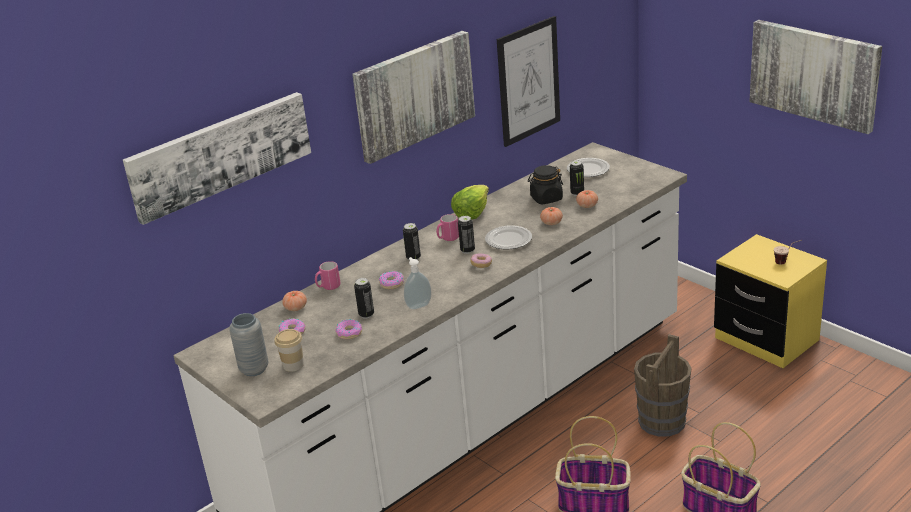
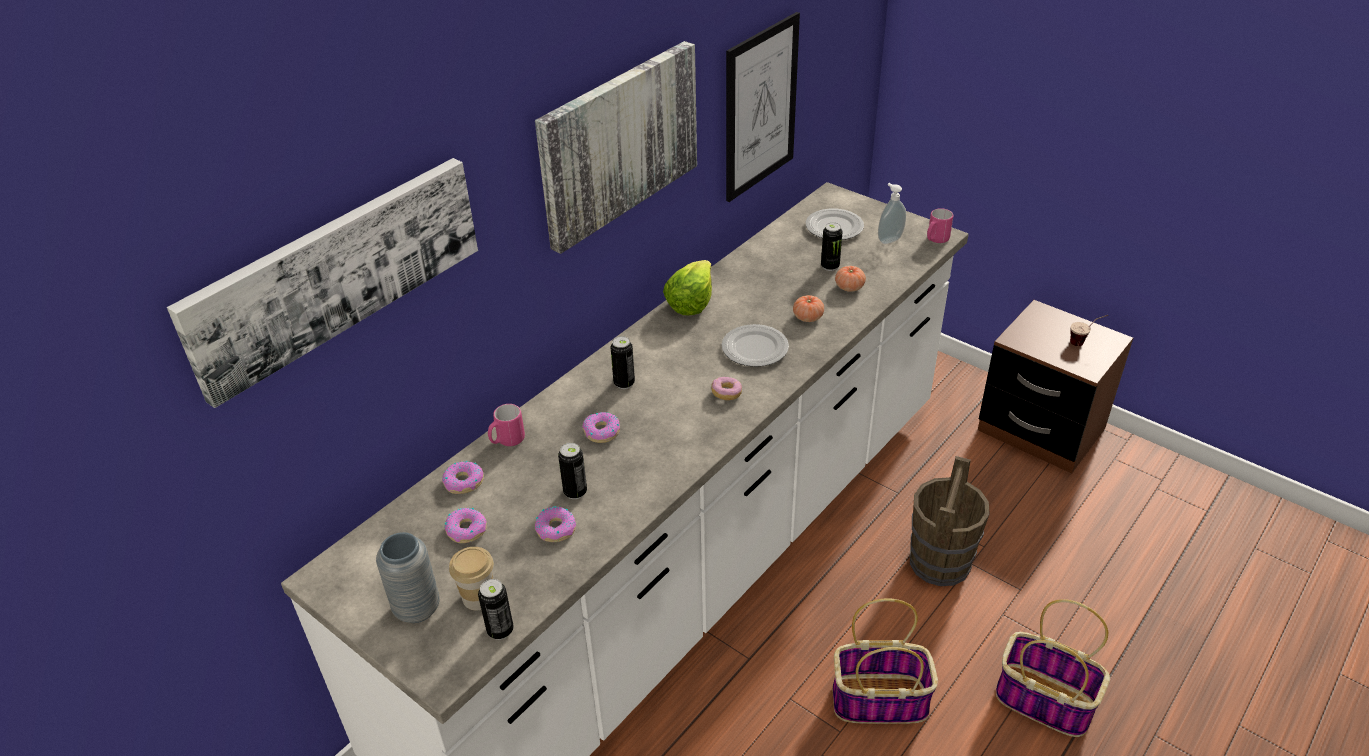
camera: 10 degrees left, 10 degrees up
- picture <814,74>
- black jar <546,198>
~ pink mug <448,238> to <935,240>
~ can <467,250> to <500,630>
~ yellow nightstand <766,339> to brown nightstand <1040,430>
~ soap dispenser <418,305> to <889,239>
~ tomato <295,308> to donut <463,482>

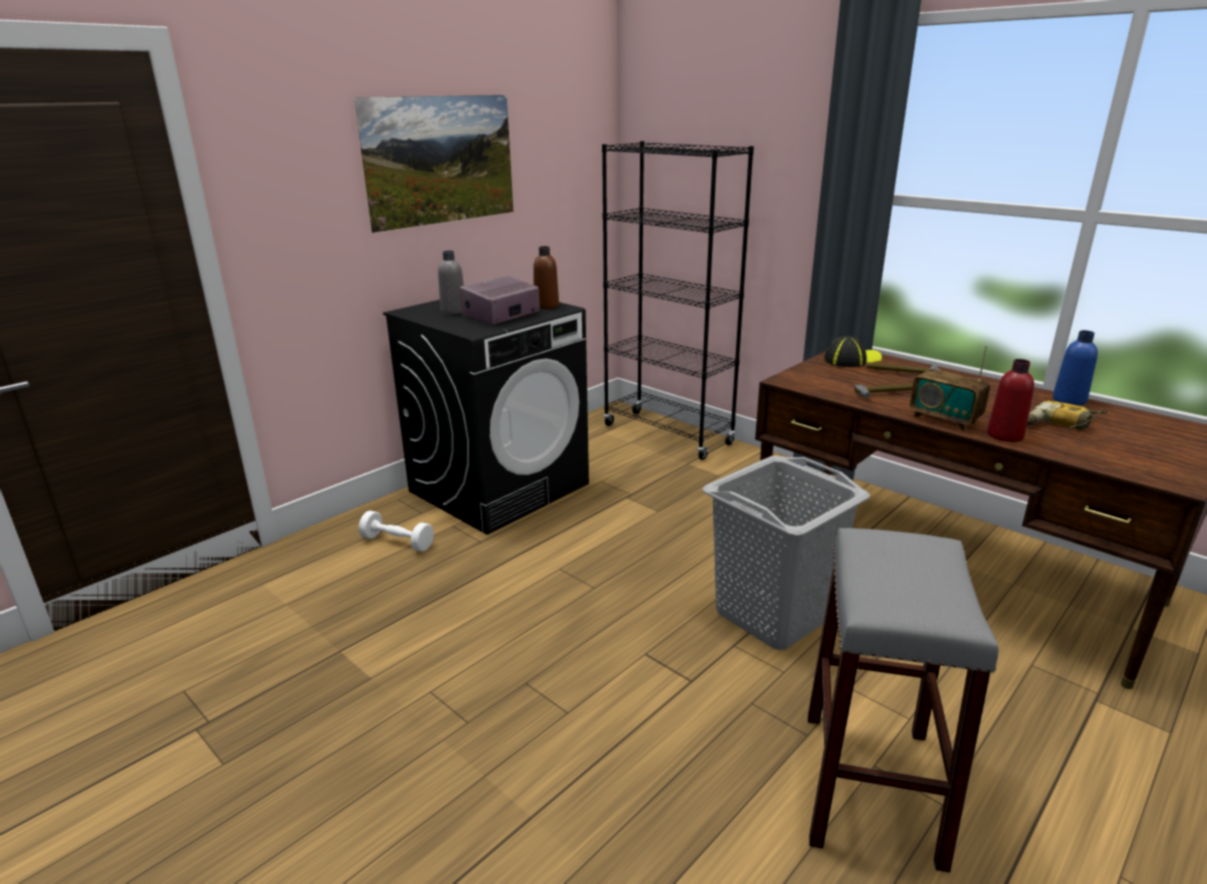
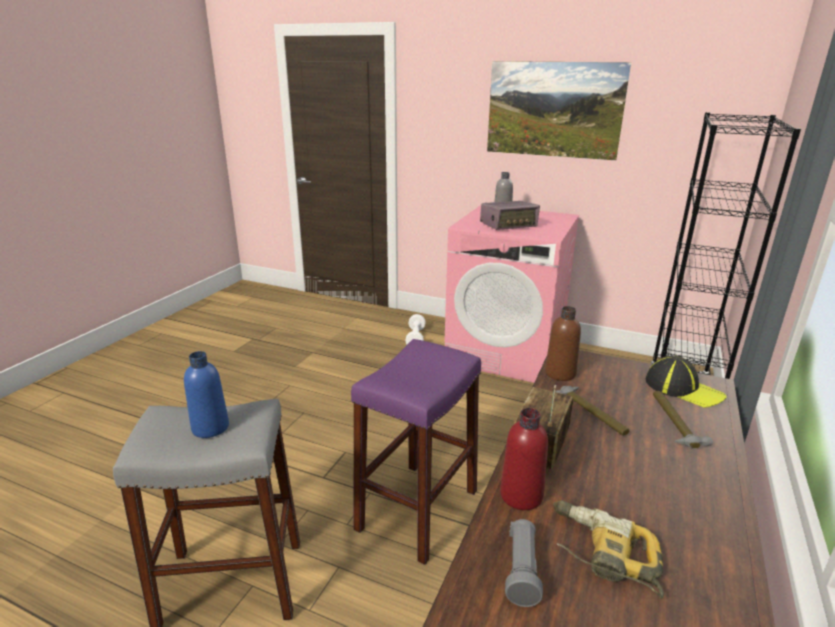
camera: 70 degrees right, 0 degrees up
~ brown bottle <546,306> to <560,373>
~ radio <500,315> = <508,225> 135 degrees clockwise
~ black washing machine <500,487> to pink washing machine <506,352>
~ blue bottle <1069,400> to <210,427>
~ grey laundry basket <771,615> to purple stool <418,509>
+ grey flashlight <522,570>

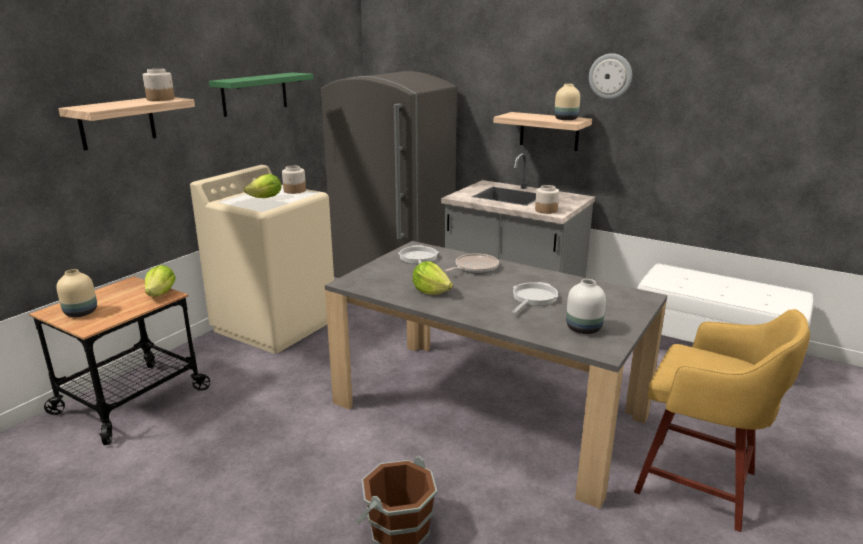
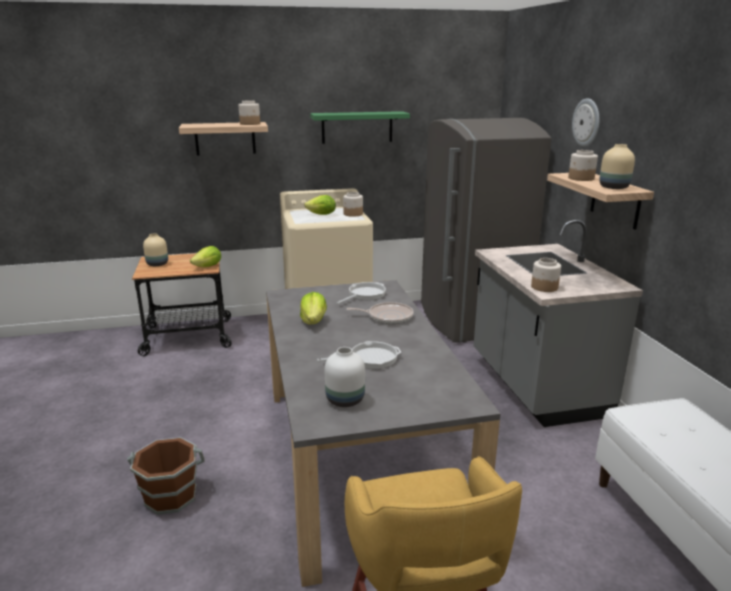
camera: 45 degrees right, 0 degrees up
~ wall clock <610,76> to <586,122>
+ jar <581,178>

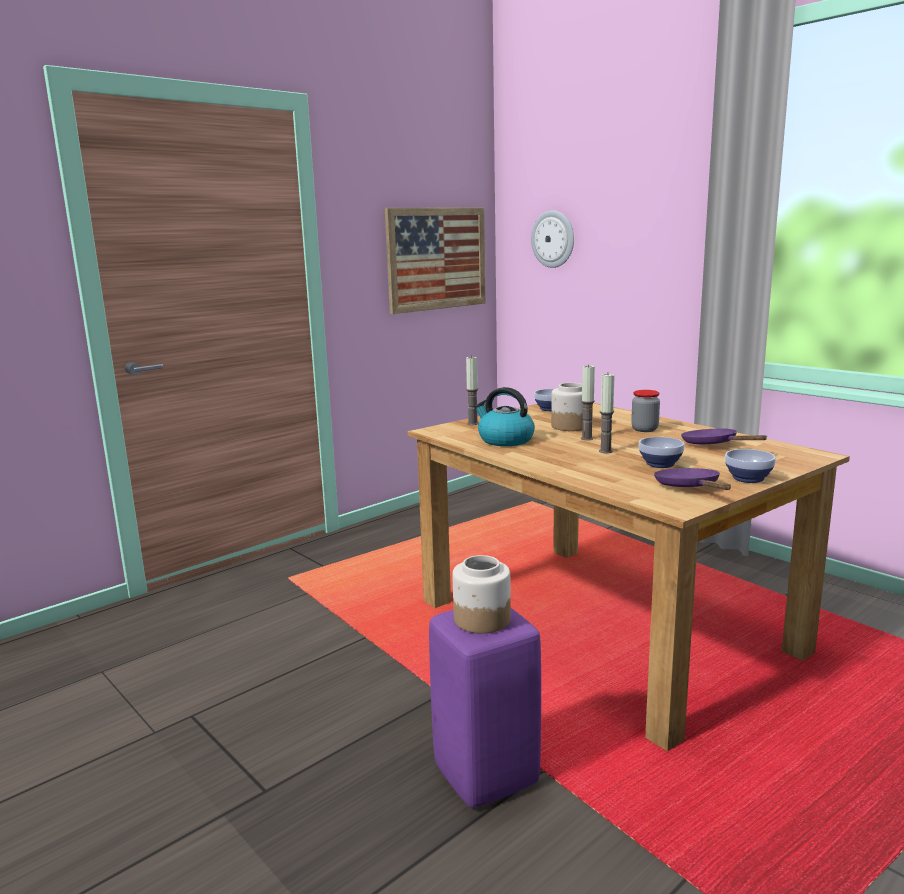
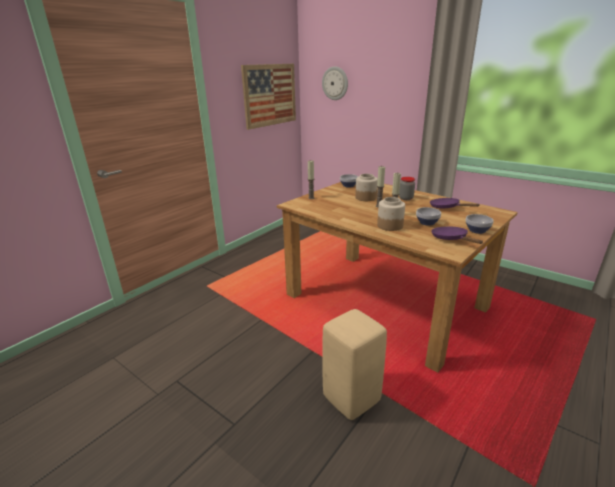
camera: 10 degrees left, 10 degrees up
- kettle <504,440>
~ jar <481,619> to <389,226>
~ purple stool <484,775> to beige stool <350,398>

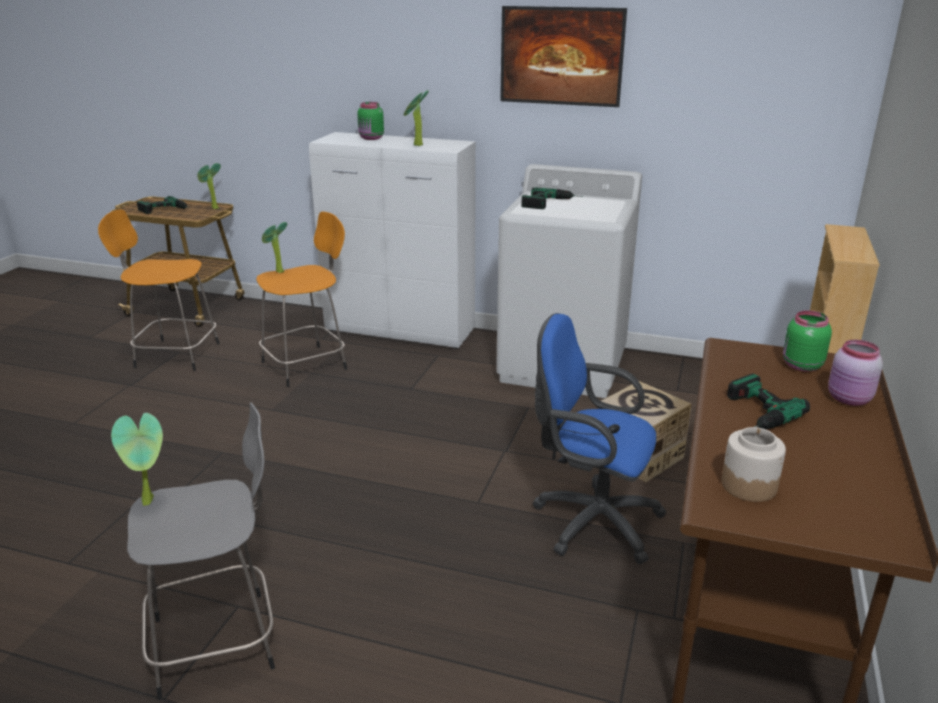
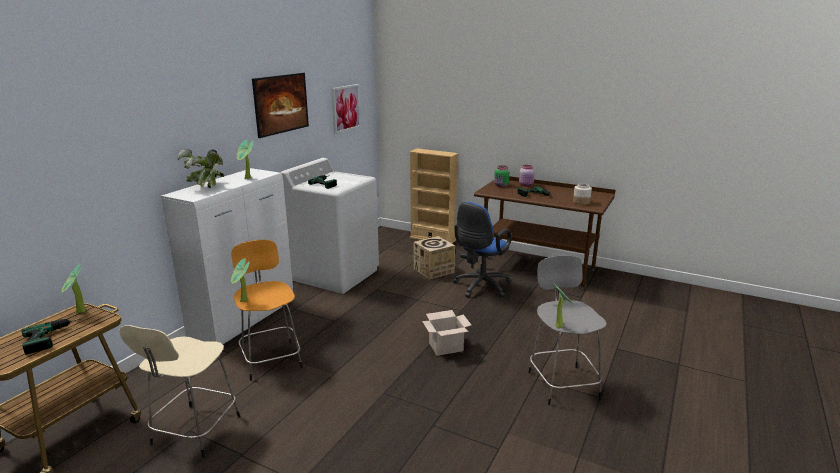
camera: 80 degrees left, 5 degrees down
~ green jar <371,138> to potted plant <206,187>
~ orange stool <174,355> to beige stool <194,432>
+ picture <346,108>
+ cardboard box <446,346>

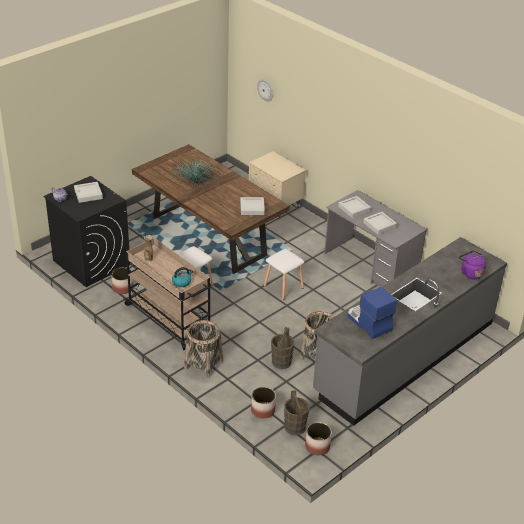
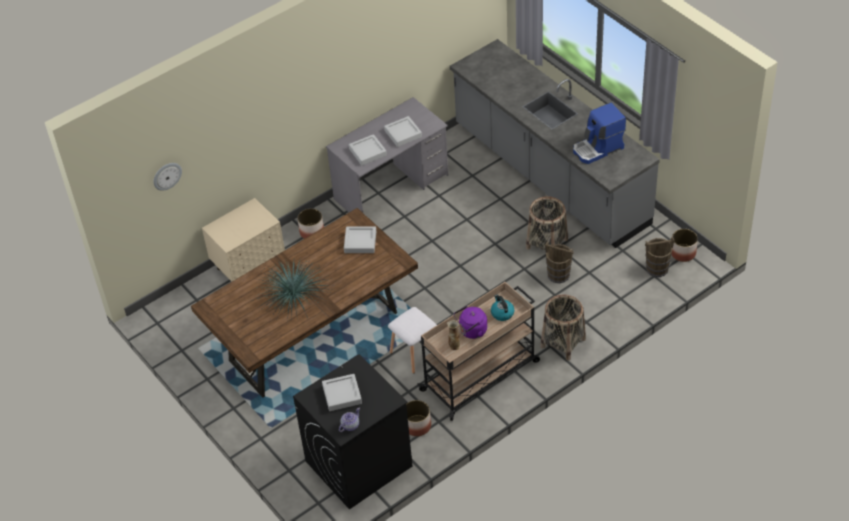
camera: 80 degrees left, 10 degrees up
- white stool <283,287>
~ purple kettle <470,273> to <471,331>
~ planter <262,410> to <312,232>

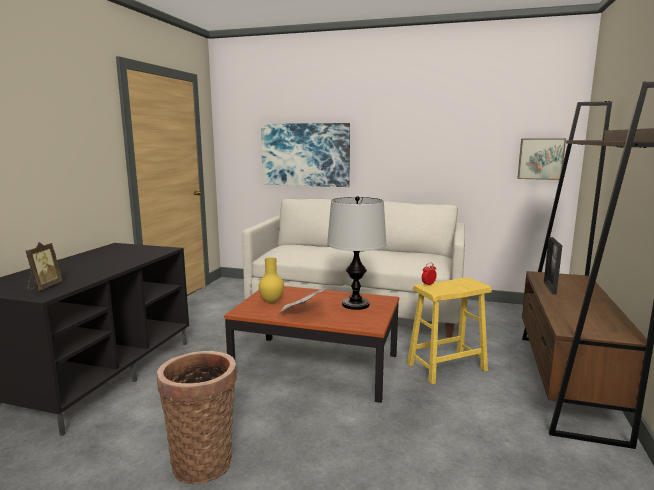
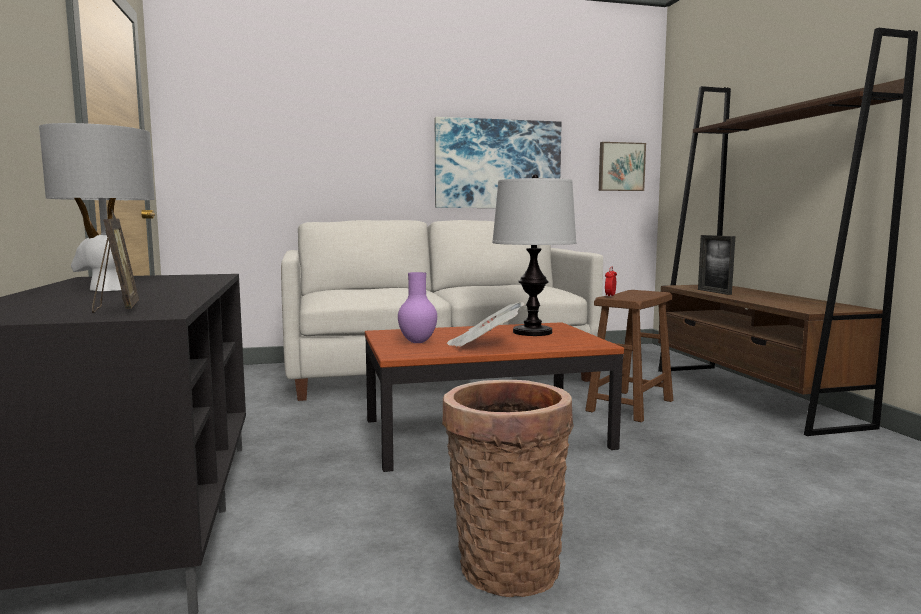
camera: 30 degrees left, 5 degrees down
~ picture <305,154> to <498,164>
~ yellow vase <271,301> to purple vase <417,342>
~ yellow stool <447,367> to brown stool <630,406>
+ grey table lamp <109,289>

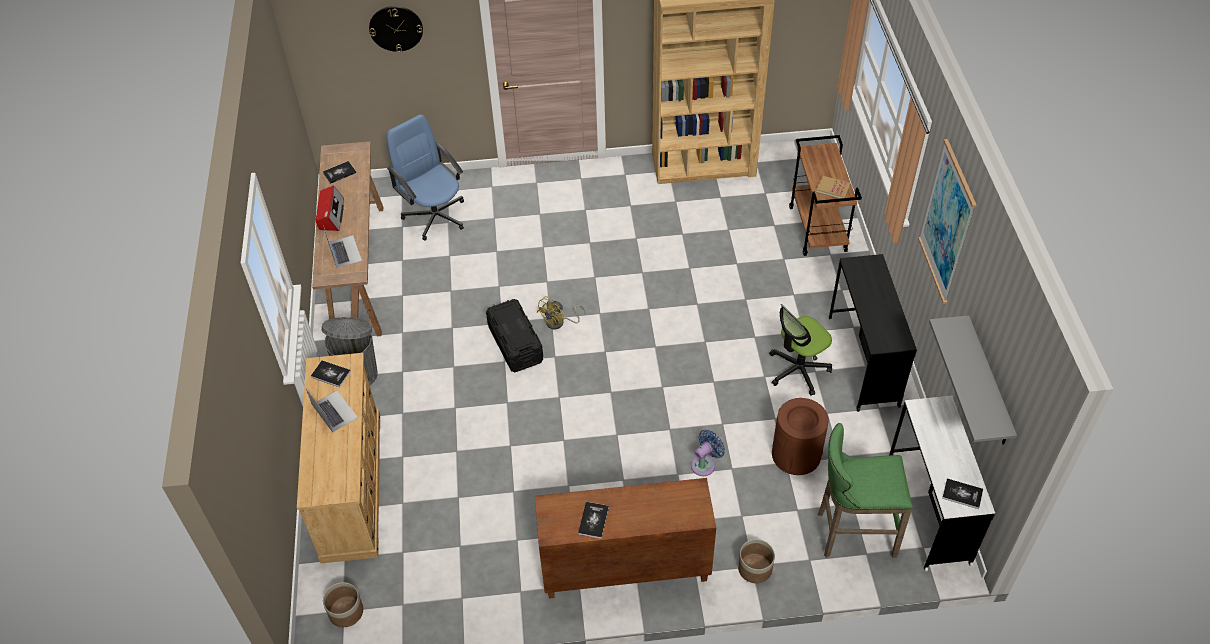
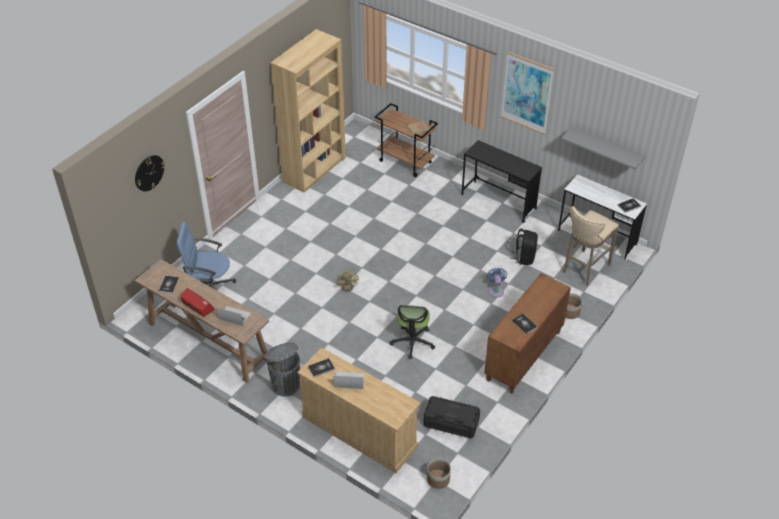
camera: 50 degrees left, 5 degrees down
~ black storage box <515,344> to <451,423>
~ office chair <798,370> to <412,342>
~ brown trash can <796,454> to black backpack <524,257>
~ green stool <851,534> to beige stool <584,269>

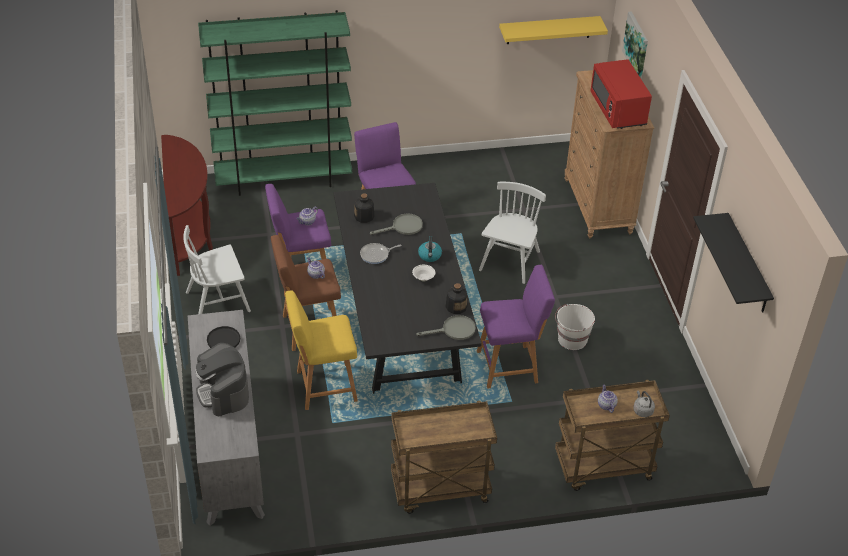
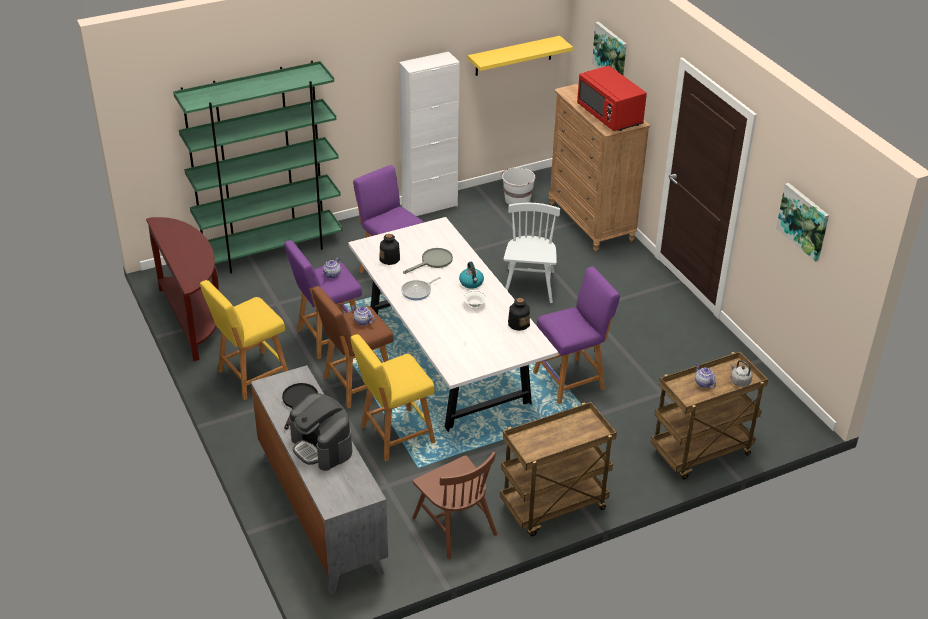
camera: 15 degrees left, 5 degrees down
~ black dining table <402,321> to white dining table <447,359>
~ black shelf <747,265> to picture <804,221>
~ white chair <218,301> to yellow stool <250,376>
~ white bucket <572,340> to <517,200>
- grey frying pan <454,330>
+ white cabinet <429,206>
+ brown chair <454,526>

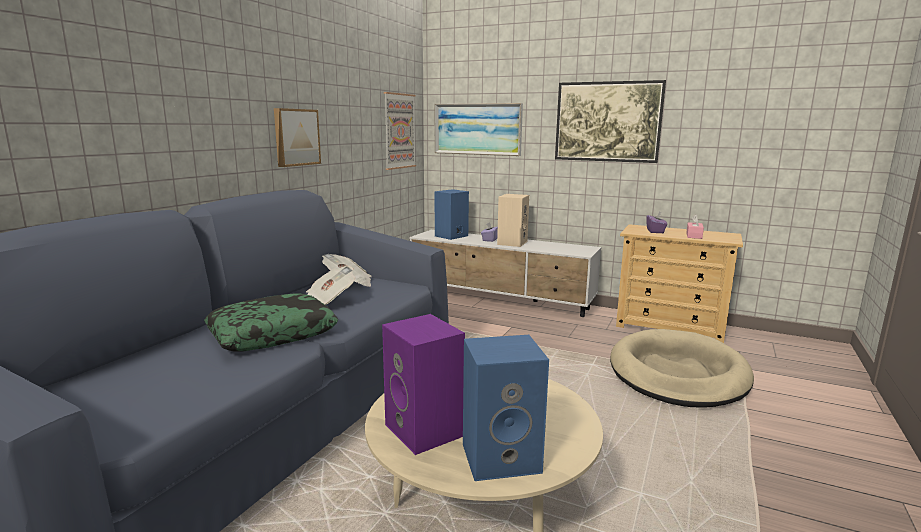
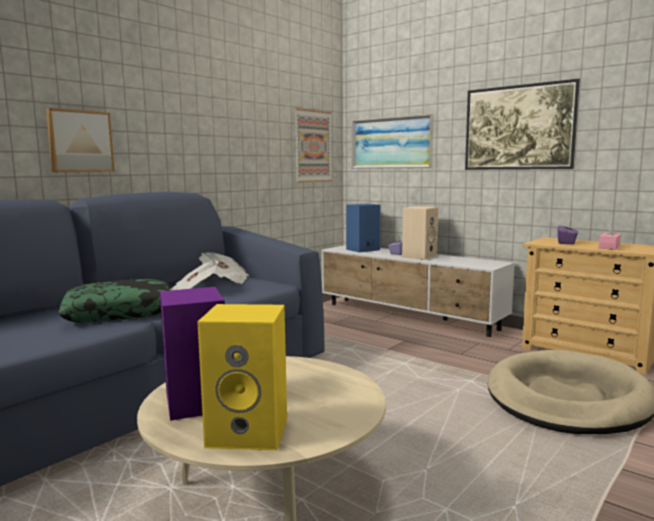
camera: 15 degrees right, 5 degrees down
~ picture <296,137> to <80,141>
~ blue speaker <502,457> to yellow speaker <250,432>

